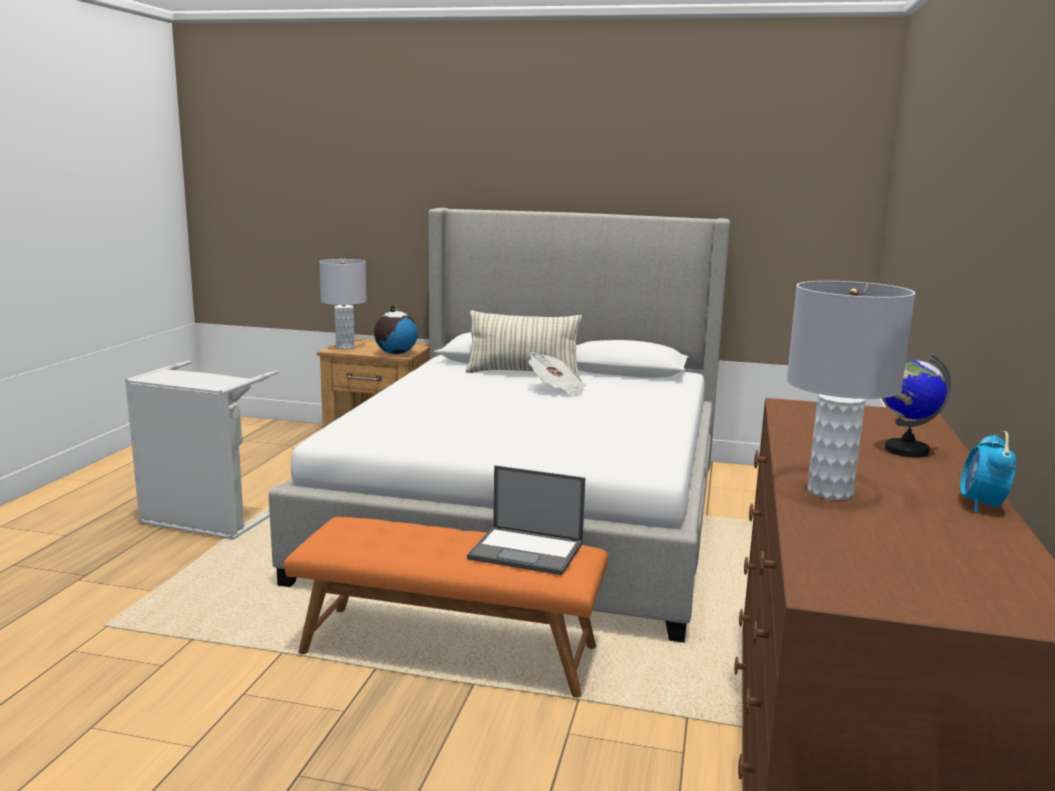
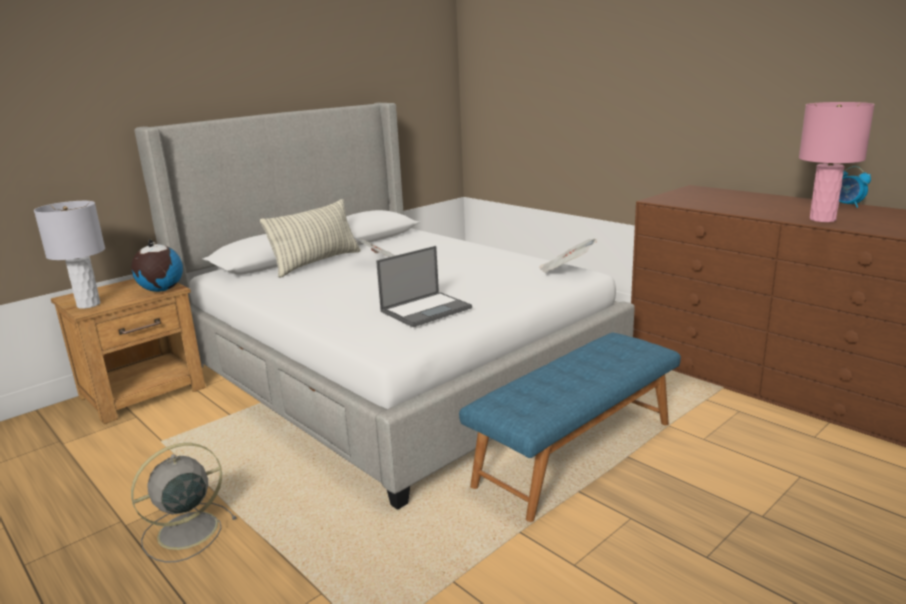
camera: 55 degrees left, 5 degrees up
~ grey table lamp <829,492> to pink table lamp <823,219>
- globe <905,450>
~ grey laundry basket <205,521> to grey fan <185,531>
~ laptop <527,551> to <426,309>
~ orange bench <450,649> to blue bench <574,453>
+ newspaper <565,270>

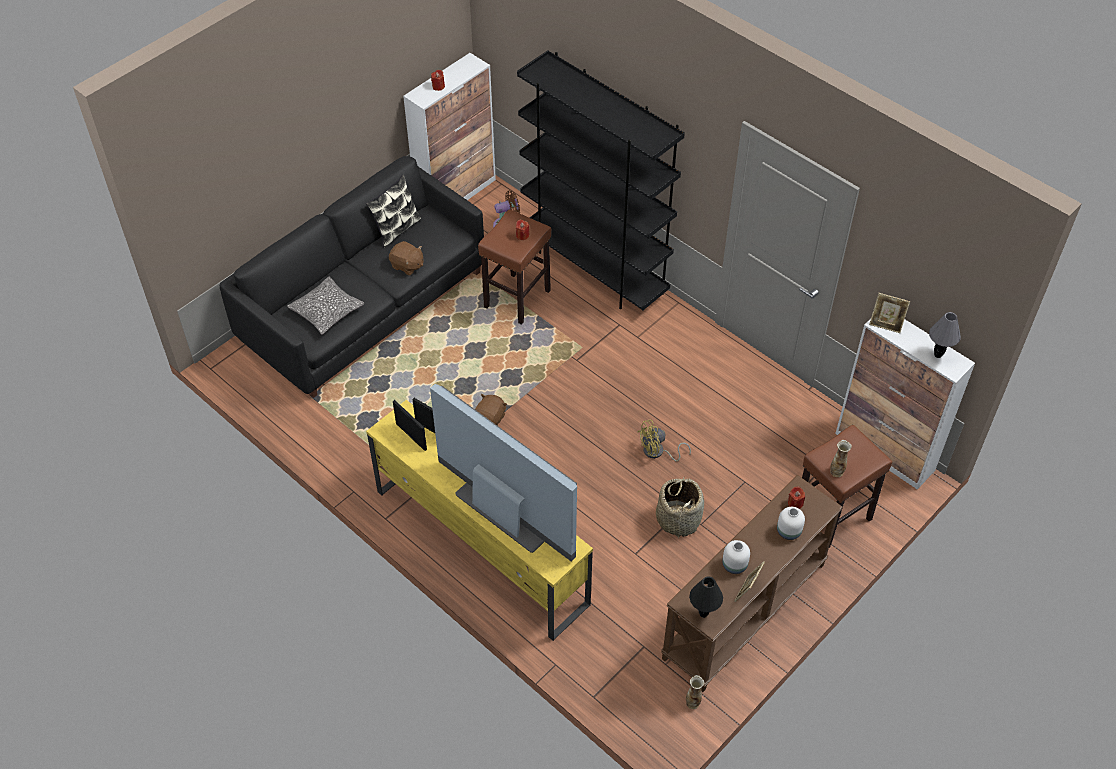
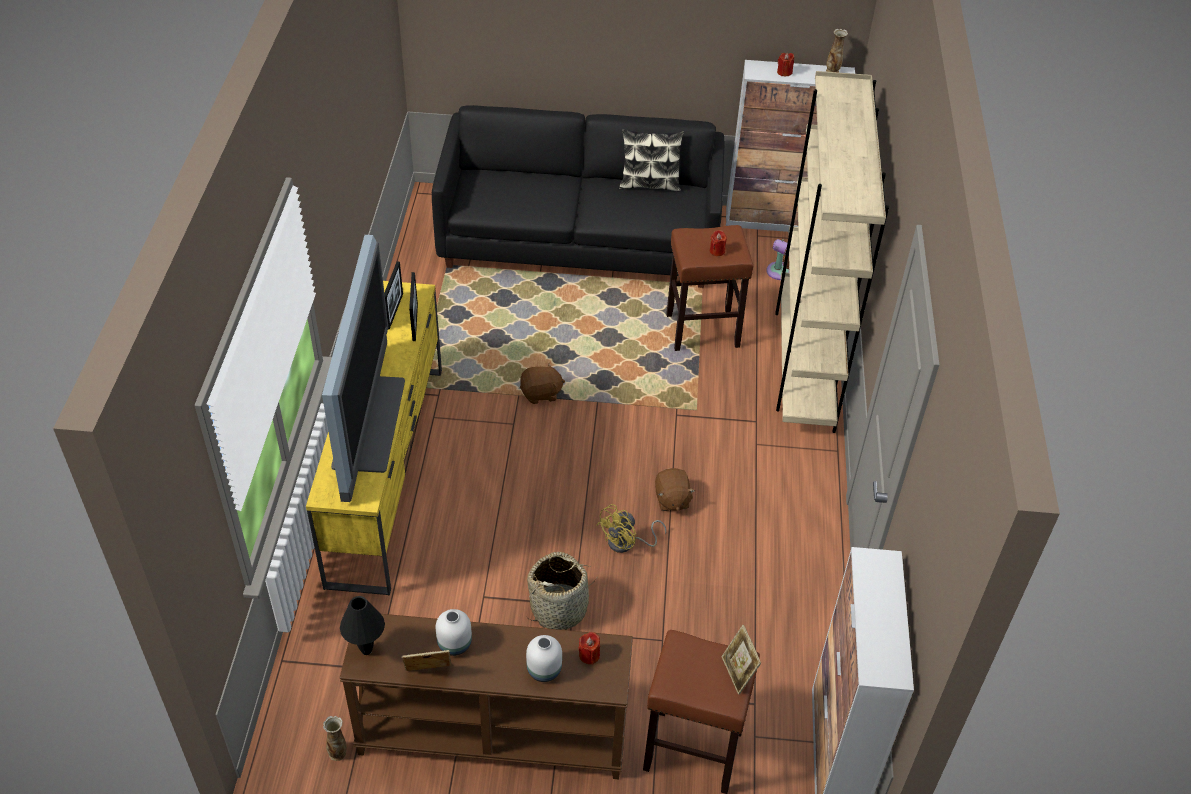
camera: 50 degrees right, 5 degrees down
~ black bookcase <594,268> to beige bookcase <804,363>
~ brown plush toy <407,266> to <672,499>
- pillow <327,311>
~ picture frame <886,324> to <738,673>
- grey table lamp <938,355>
~ yellow fan <657,452> = <627,543> 75 degrees counterclockwise
~ vase <837,471> to <833,71>

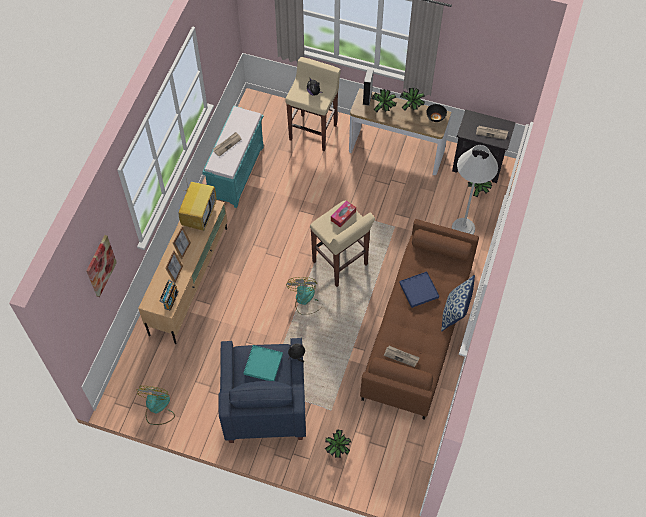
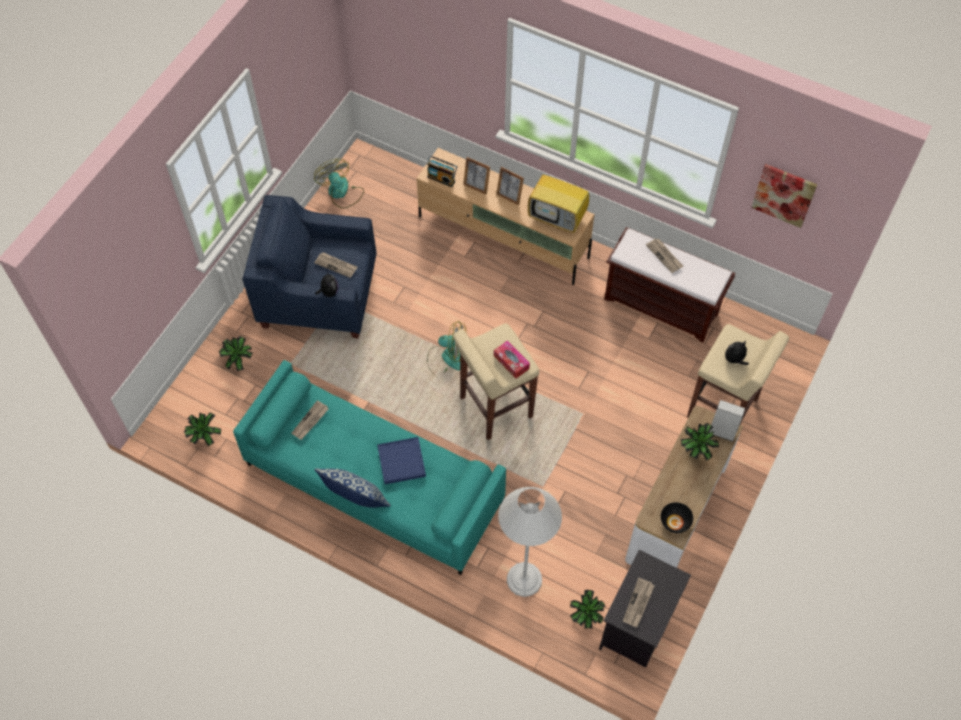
camera: 100 degrees right, 0 degrees up
~ potted plant <411,109> to <204,437>
~ turquoise bench <237,172> to brown bench <662,306>
~ brown sofa <418,330> to turquoise sofa <373,483>
~ picture <100,266> to <784,195>
~ turquoise tray <263,364> to newspaper <336,265>
~ fan <157,409> = <341,193> 135 degrees counterclockwise

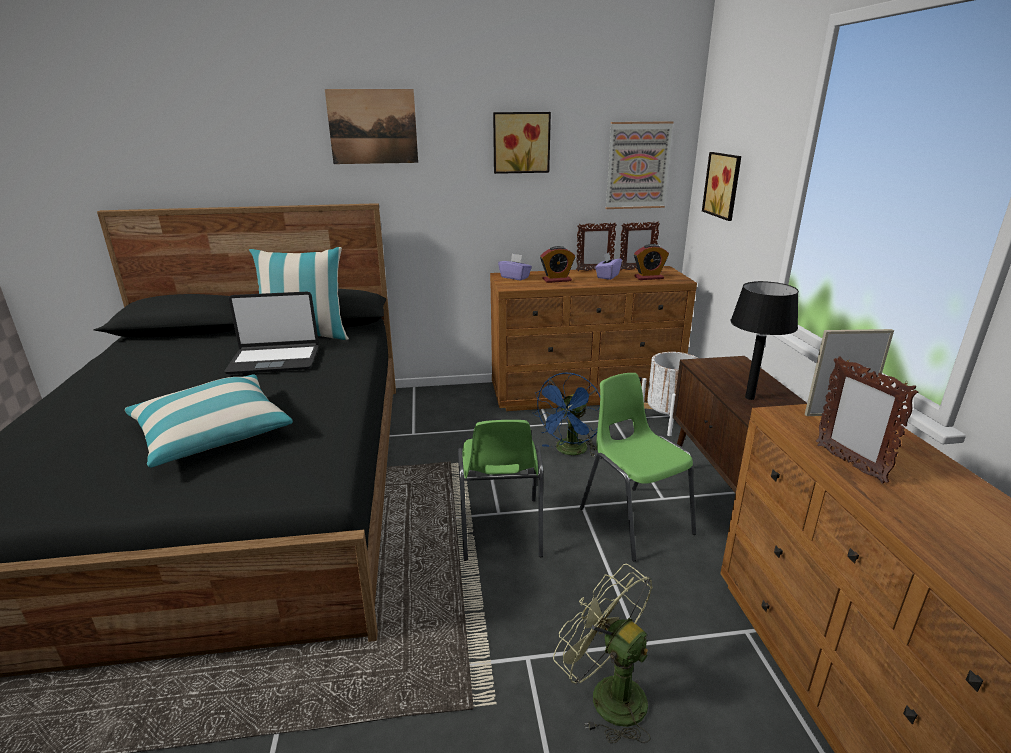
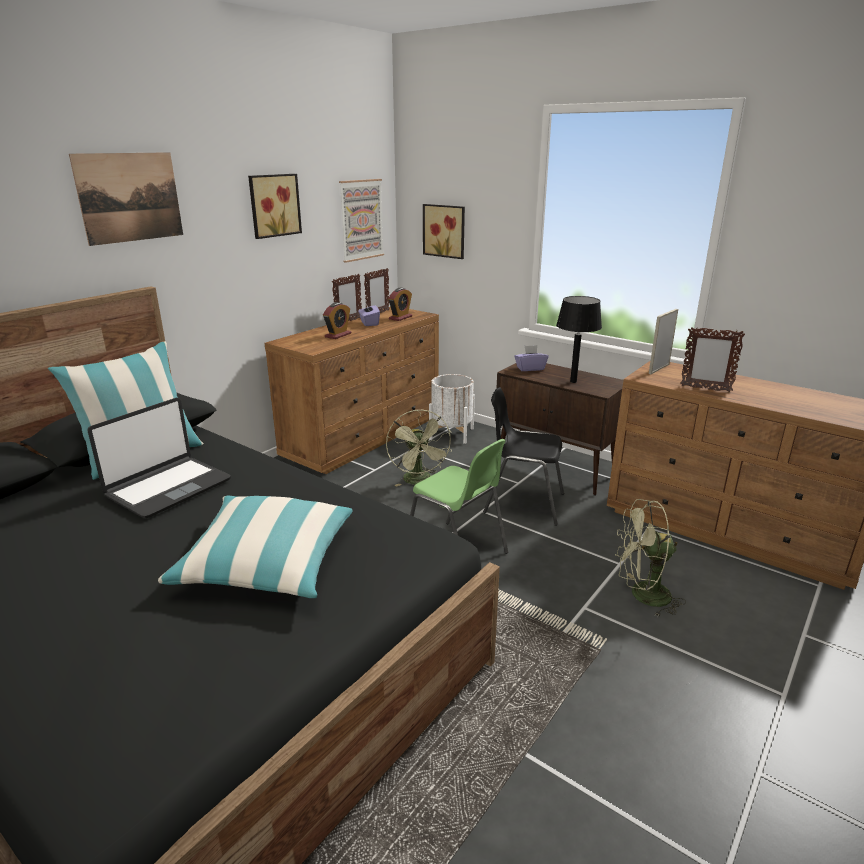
camera: 45 degrees left, 0 degrees up
~ purple tissue box <515,277> to <530,368>
~ blue fan <569,451> to green fan <420,481>
~ green chair <634,520> to black chair <523,503>

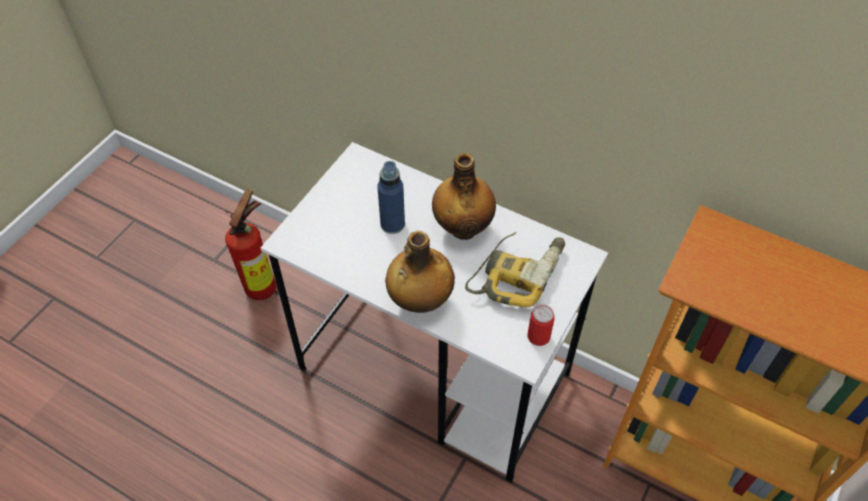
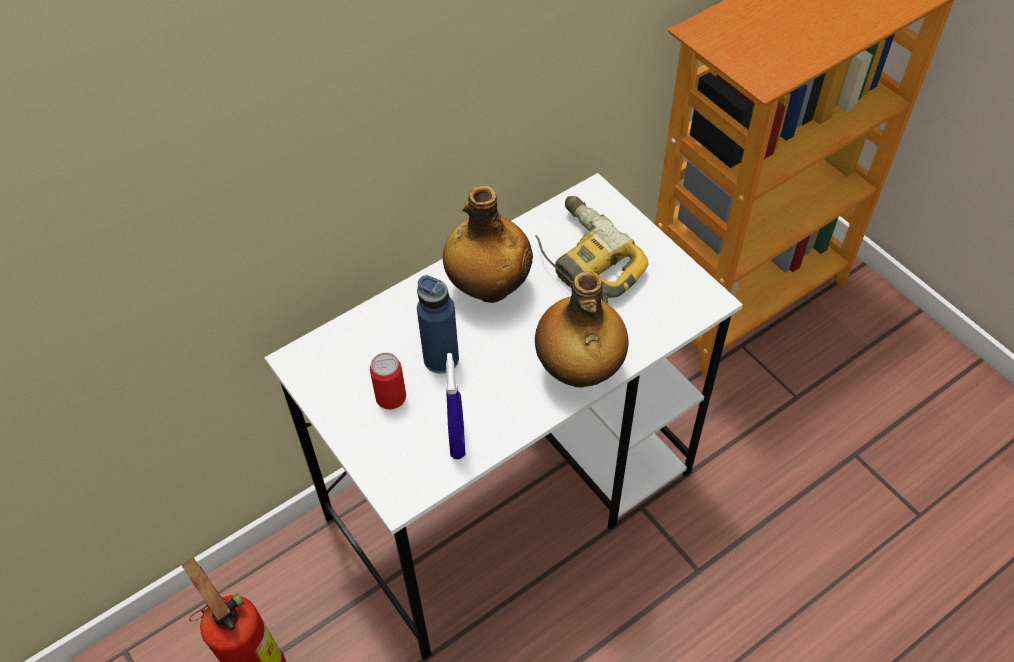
camera: 65 degrees left, 0 degrees up
~ can <538,336> to <391,397>
+ blue spray bottle <457,440>

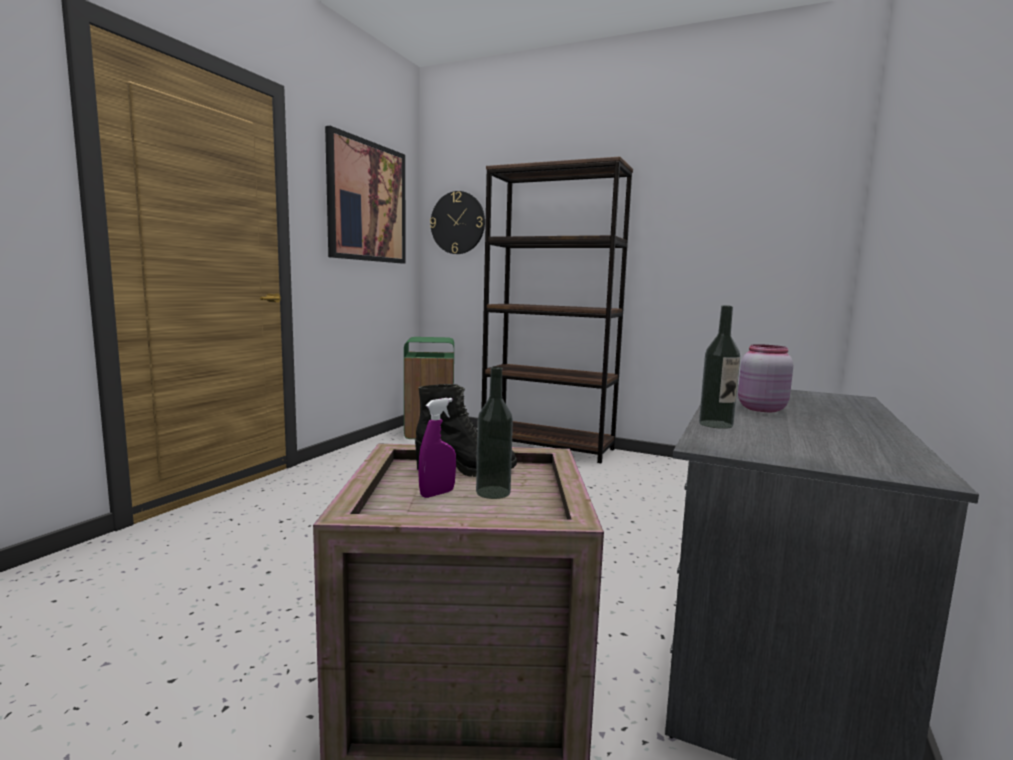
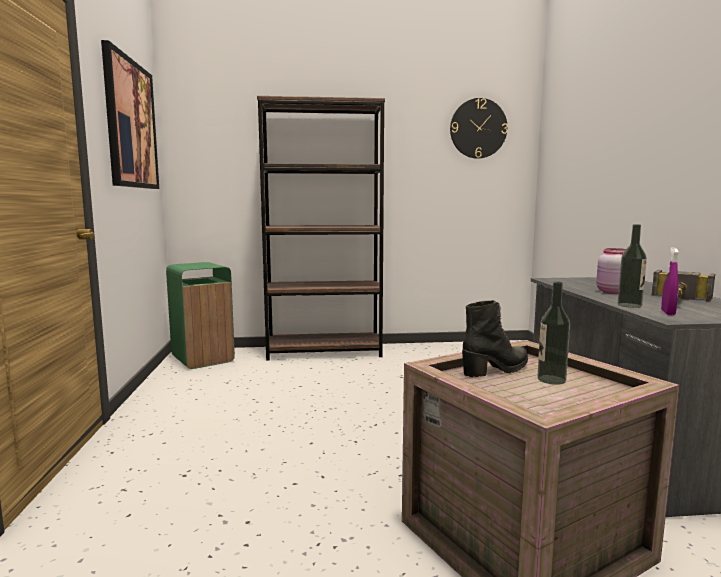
camera: 30 degrees left, 0 degrees up
~ wall clock <457,223> to <478,128>
~ purple spray bottle <437,493> to <668,313>
+ hammer <677,301>

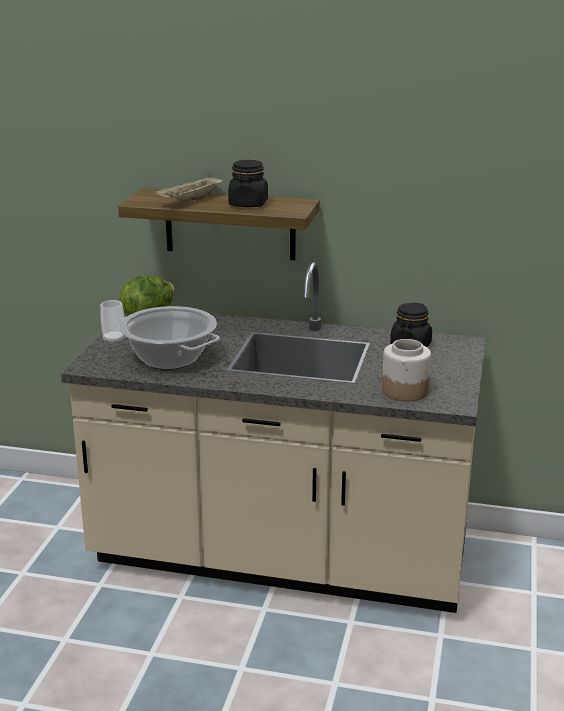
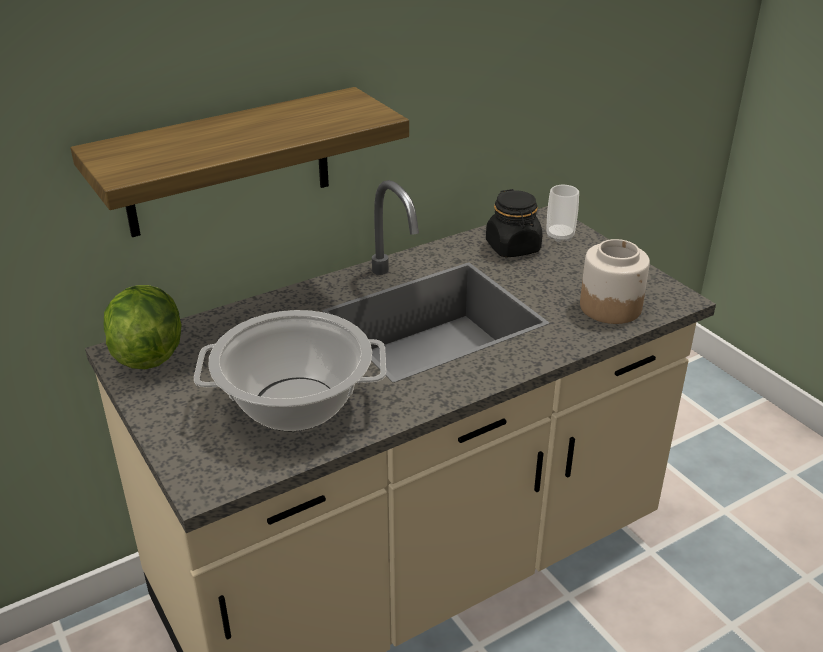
camera: 45 degrees left, 10 degrees up
- black jar <248,204>
- beige tray <191,201>
~ cup <114,340> to <560,236>

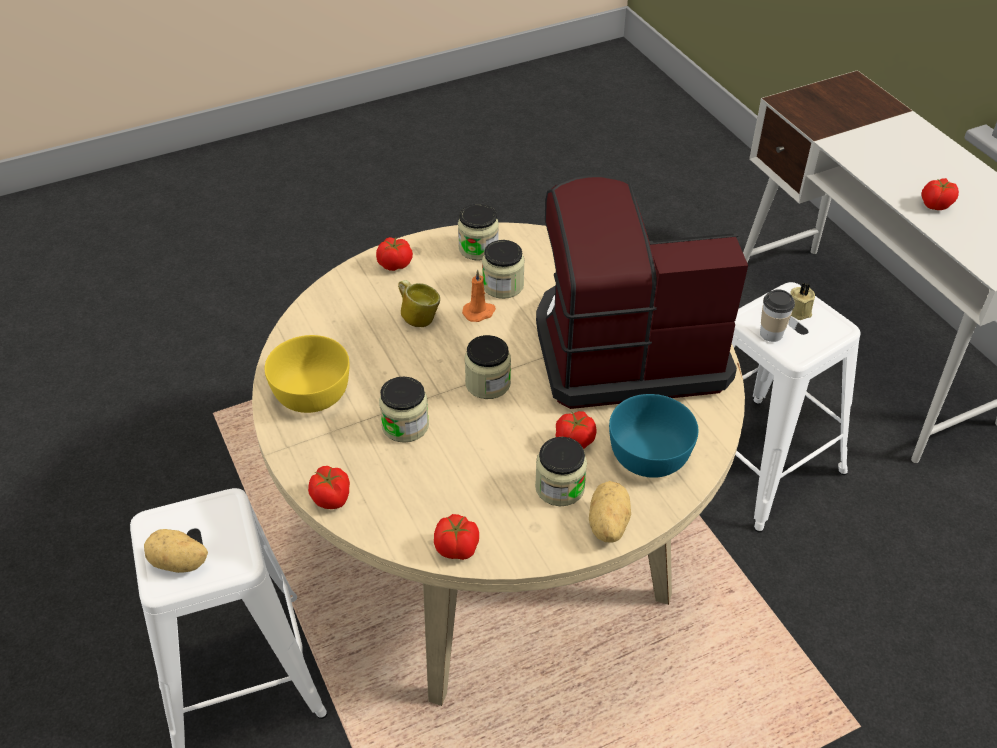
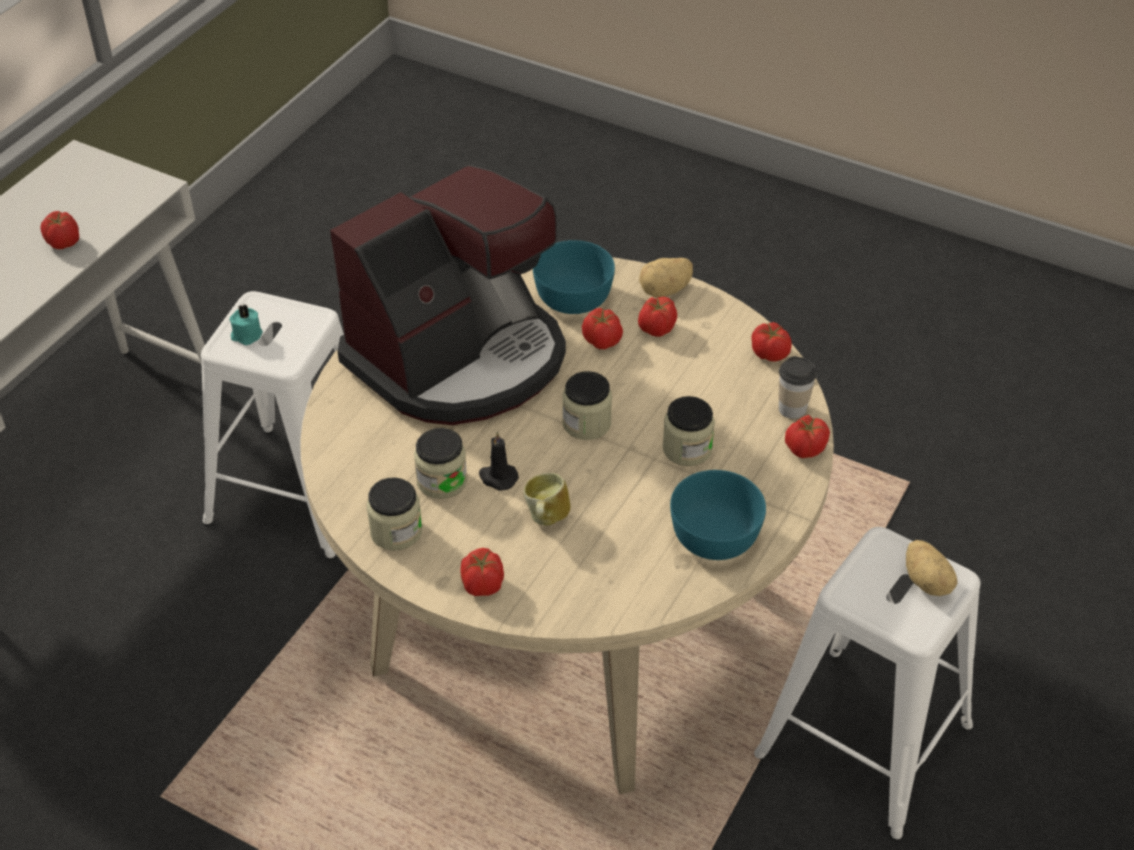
camera: 125 degrees left, 0 degrees up
~ coffee machine <625,349> = <460,358> 90 degrees counterclockwise
~ orange candle <479,312> to black candle <497,477>
~ beige candle <799,310> to turquoise candle <246,335>
~ cup <771,333> to <792,409>
~ yellow bowl <312,391> to turquoise bowl <713,536>
~ jar <560,487> to tomato <656,328>

